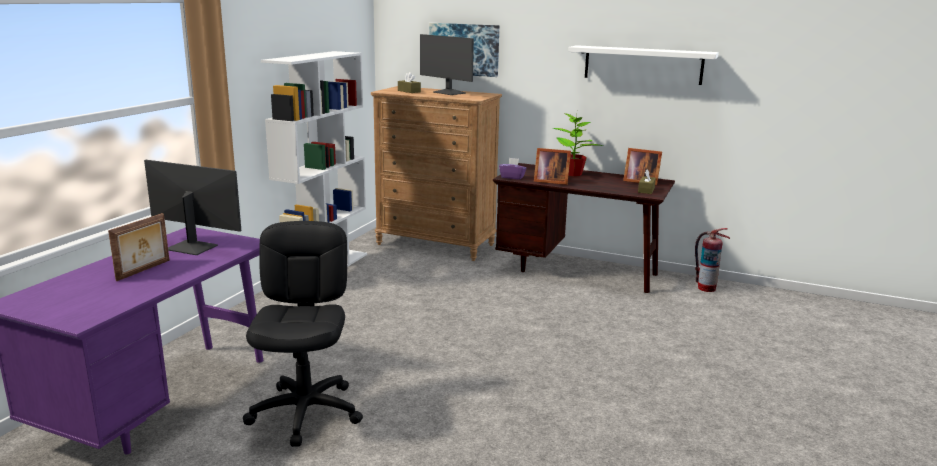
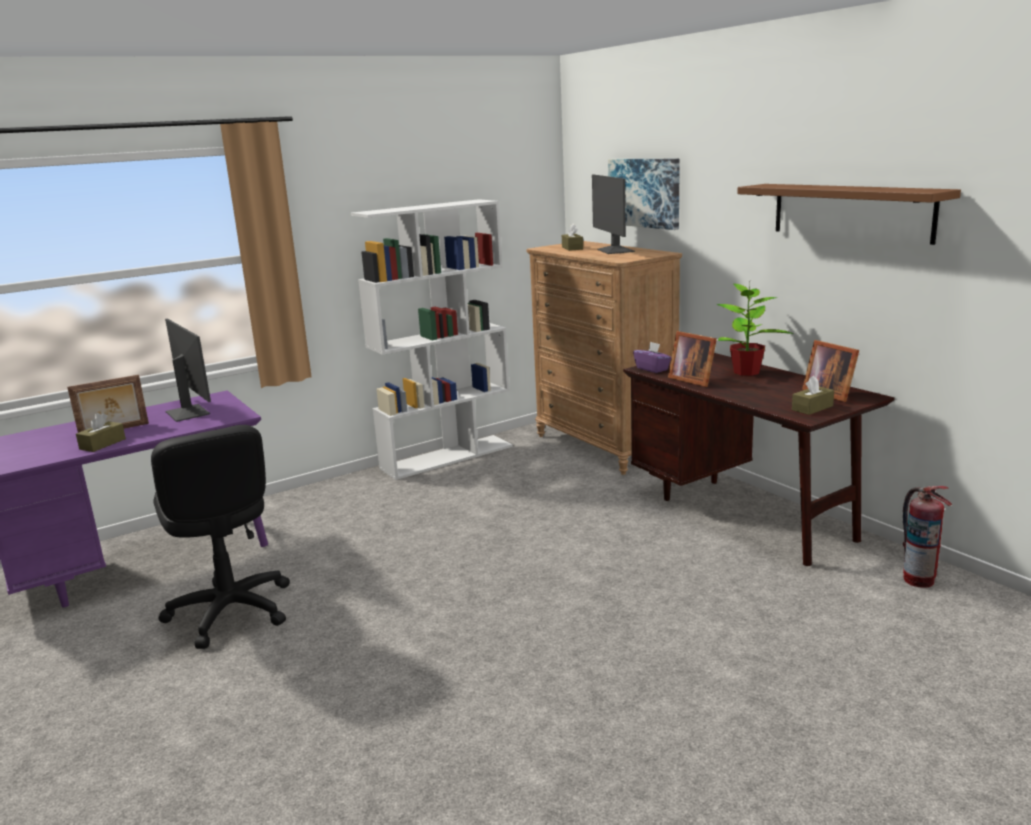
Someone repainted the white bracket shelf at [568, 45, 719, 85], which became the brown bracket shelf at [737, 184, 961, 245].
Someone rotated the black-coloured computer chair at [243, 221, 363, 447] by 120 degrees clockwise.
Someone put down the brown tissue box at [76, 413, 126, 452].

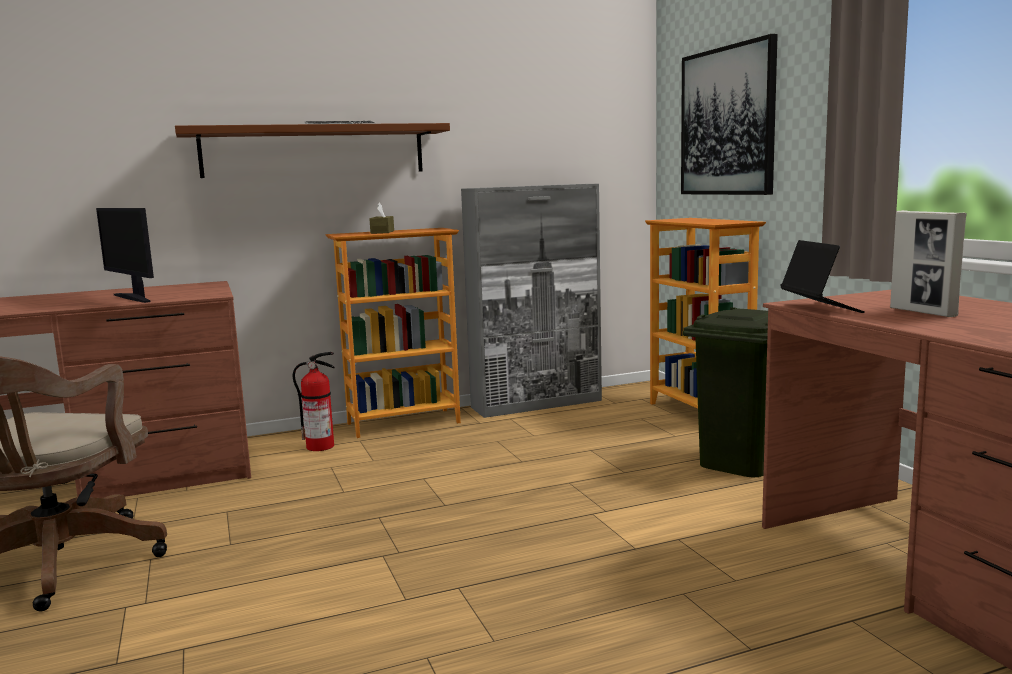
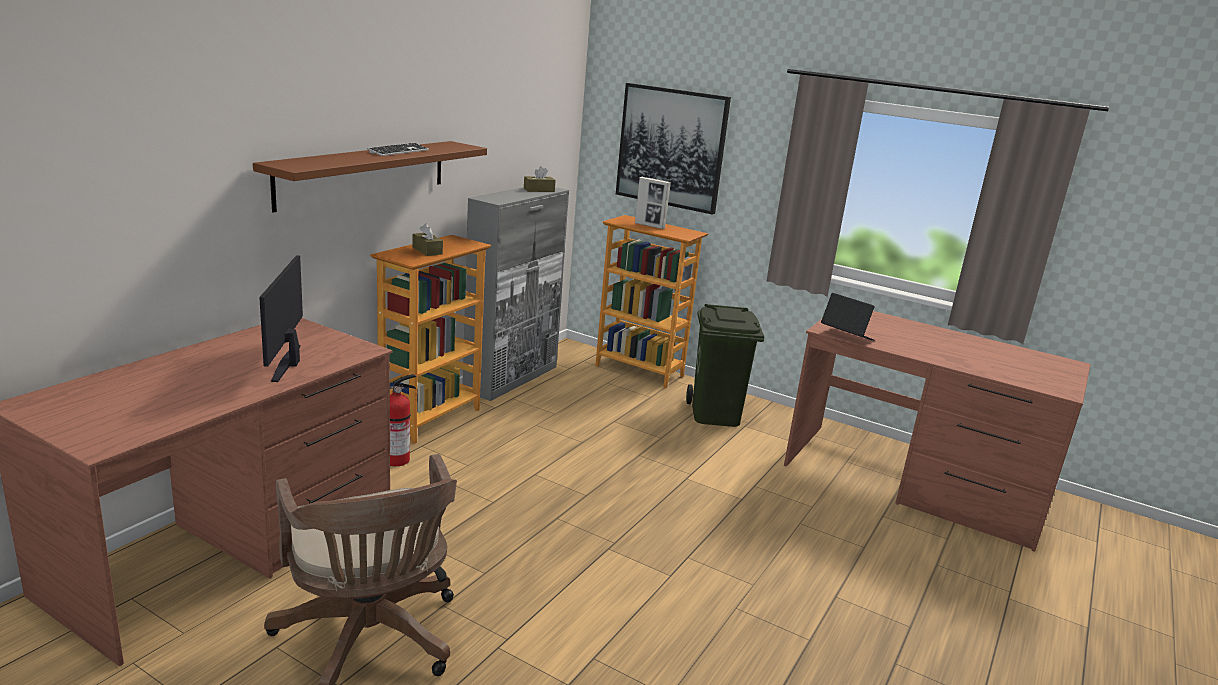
Someone rotated the monitor at [96, 208, 154, 303] by 75 degrees clockwise.
Someone carried the standing frame from [890, 210, 967, 317] to [635, 177, 671, 229].
Someone put down the brown tissue box at [524, 166, 555, 192].

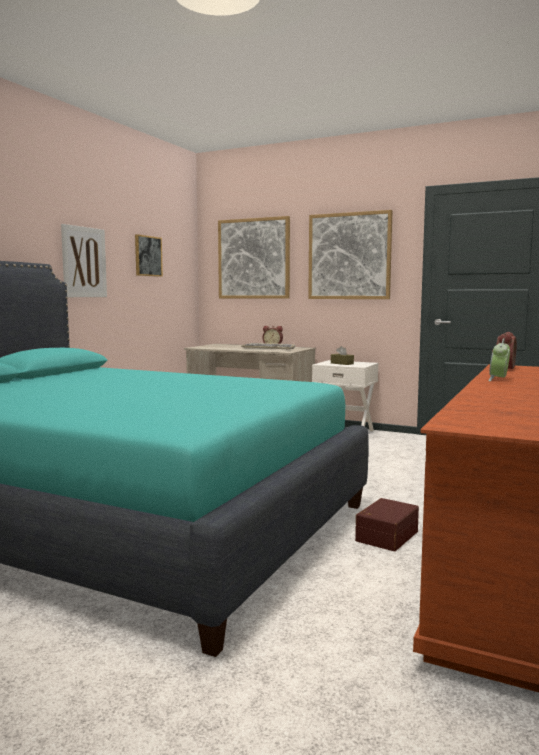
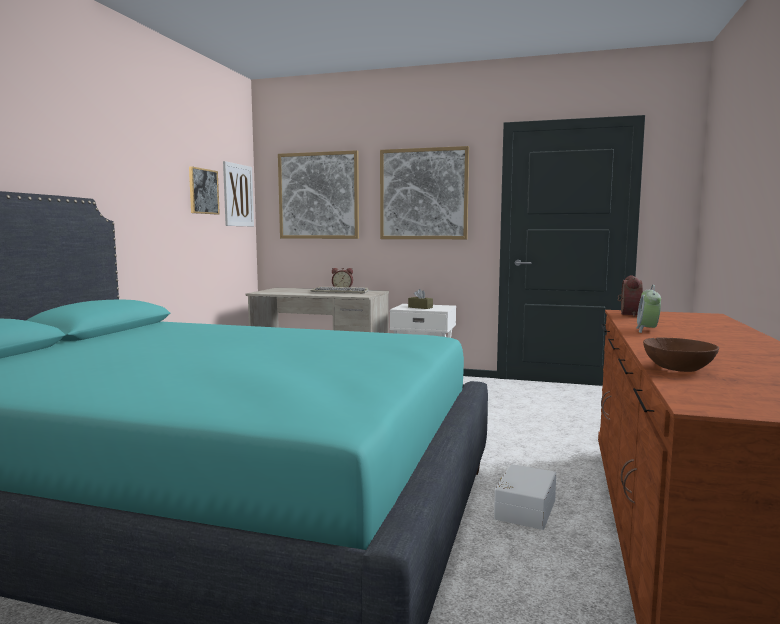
Someone carried the picture from [61, 224, 107, 297] to [223, 161, 254, 226].
Someone repainted the brown storage box at [355, 498, 419, 551], which became the white storage box at [494, 464, 556, 530].
Someone put down the brown bowl at [643, 338, 719, 372].

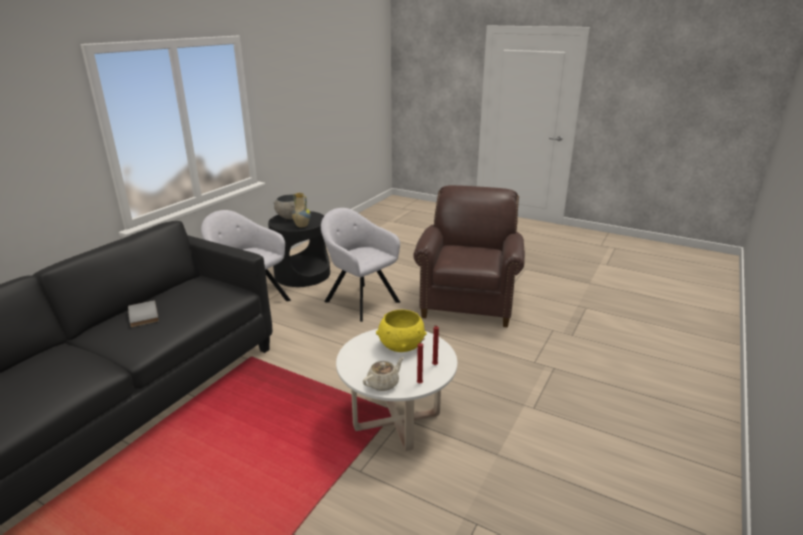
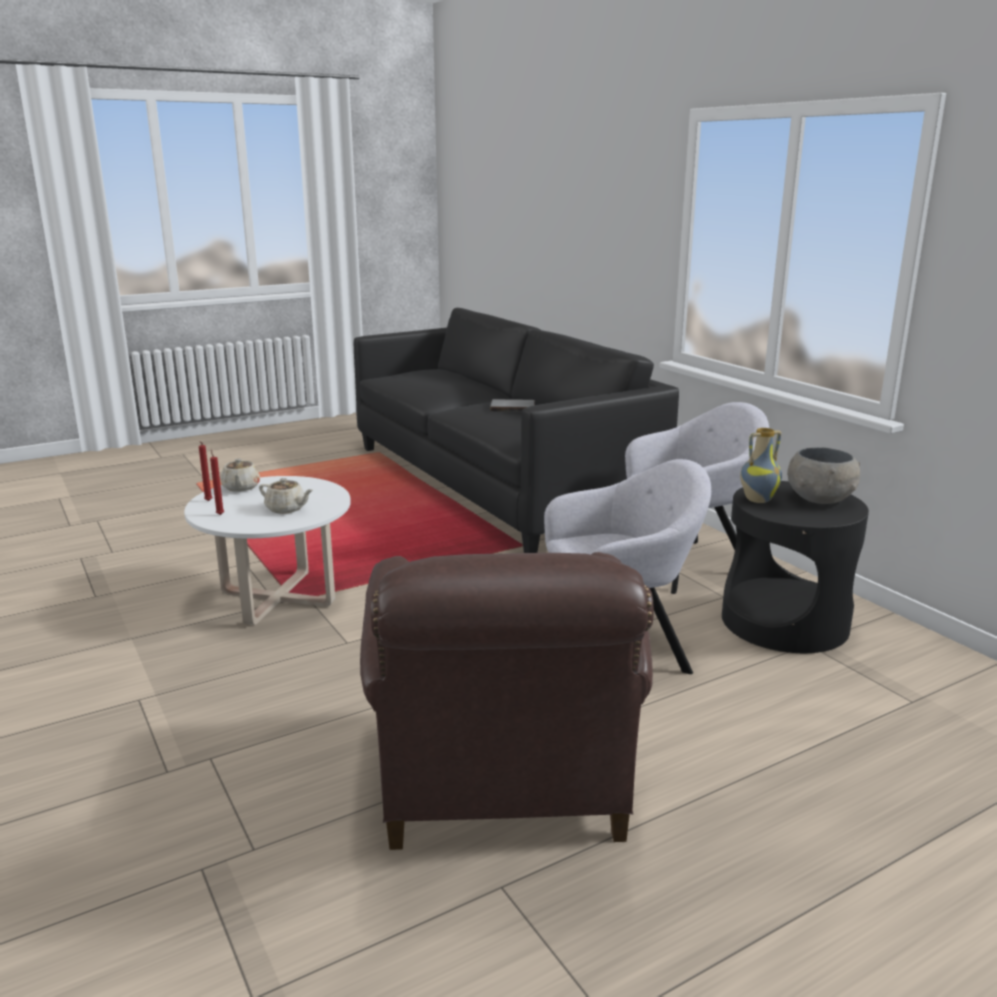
Someone rotated the brown lounge chair at [413, 185, 525, 328] by 45 degrees clockwise.
Someone swapped the yellow bowl at [376, 310, 427, 352] for the beige teapot at [259, 478, 313, 514].

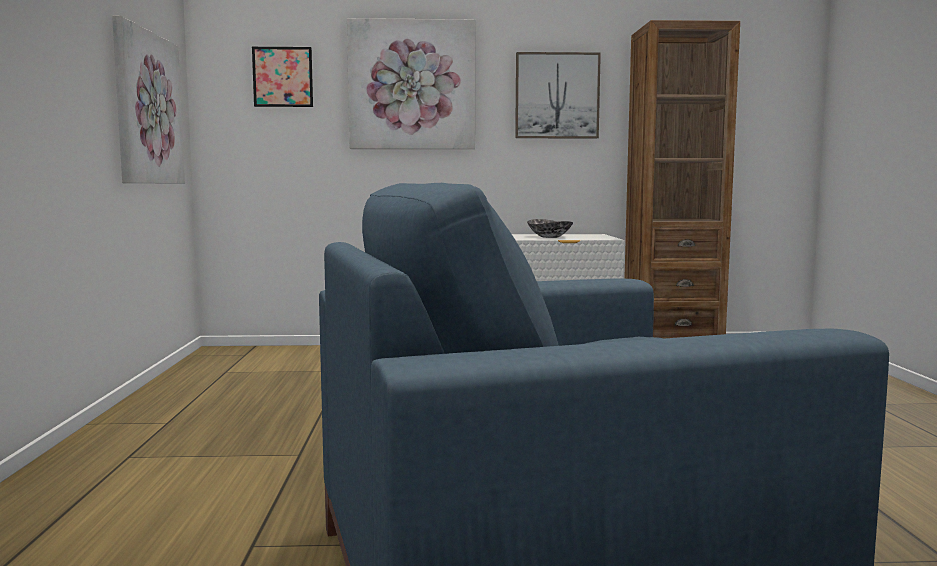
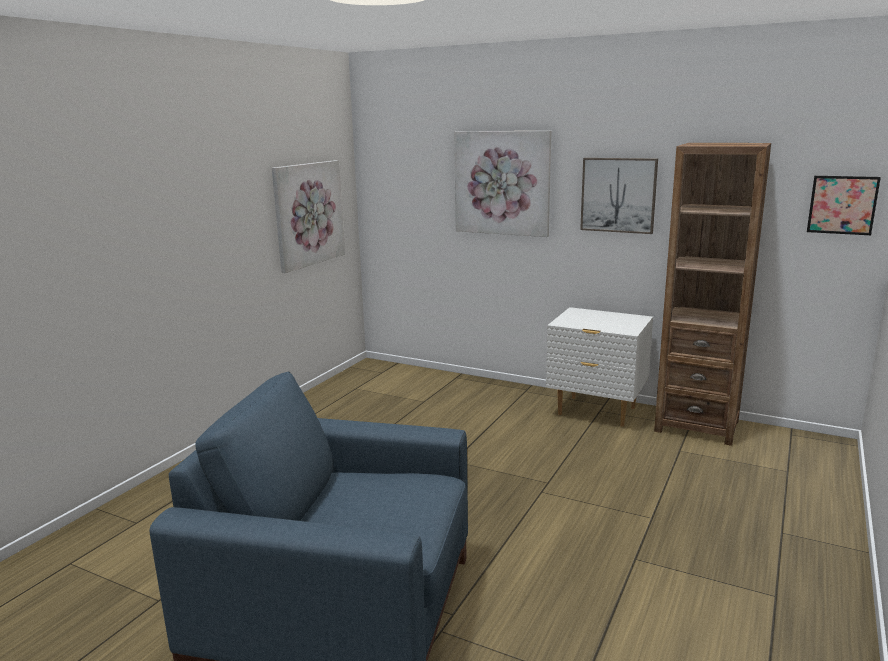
Someone carried the picture from [252, 47, 313, 107] to [807, 176, 881, 235].
Someone took away the bowl at [527, 219, 573, 238].

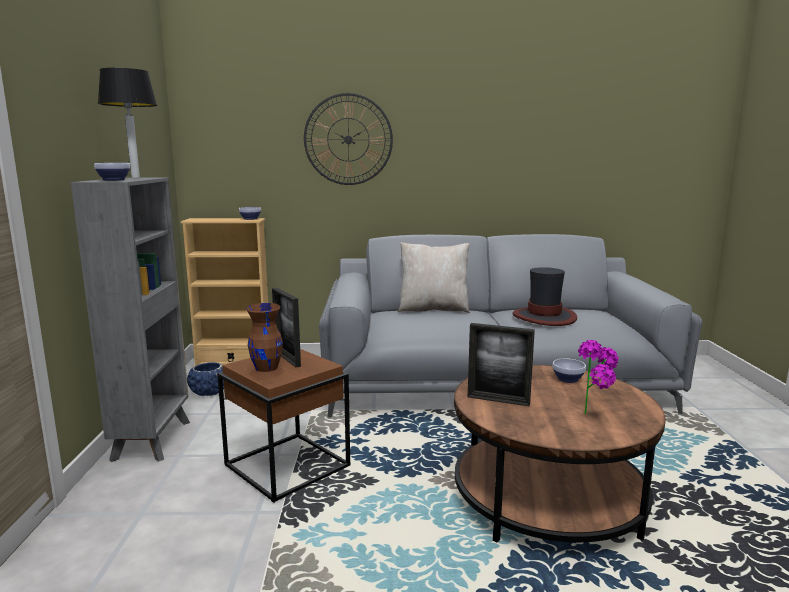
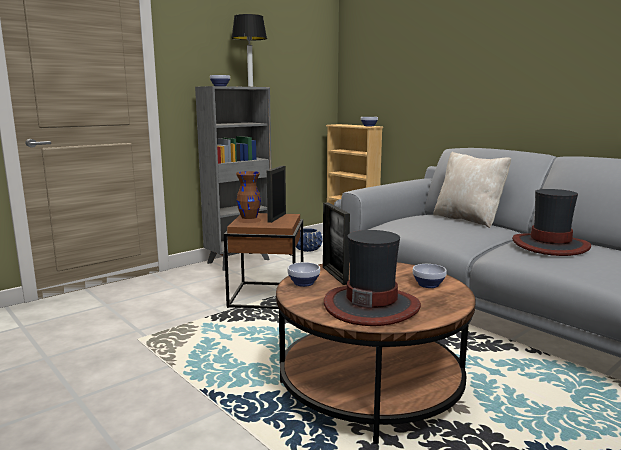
Someone took away the clock on the wall at [304, 93, 393, 185].
Someone swapped the potted plant at [578, 340, 619, 414] for the clothing hat at [324, 230, 421, 326].
Someone put down the bowl at [287, 262, 320, 287].

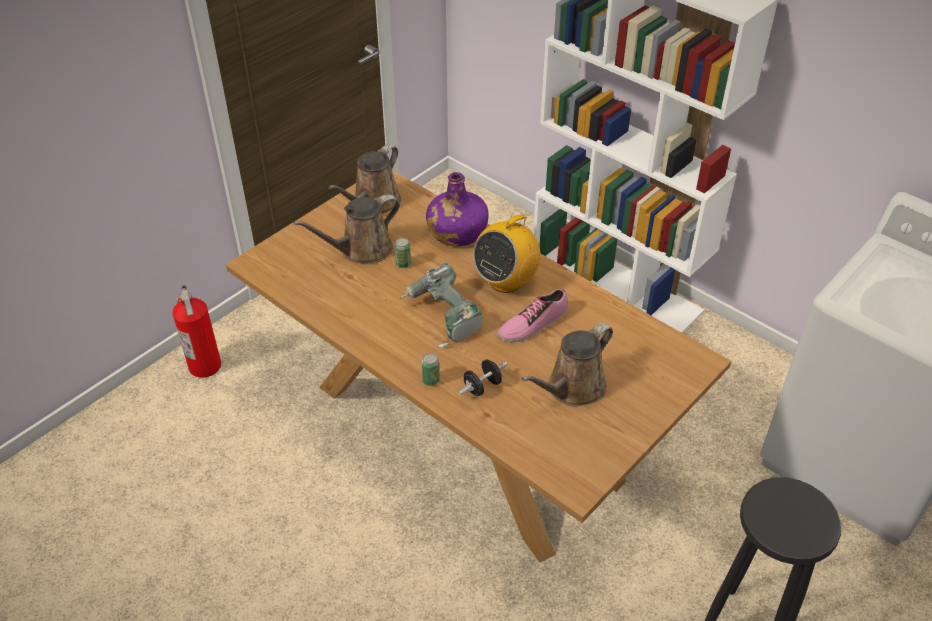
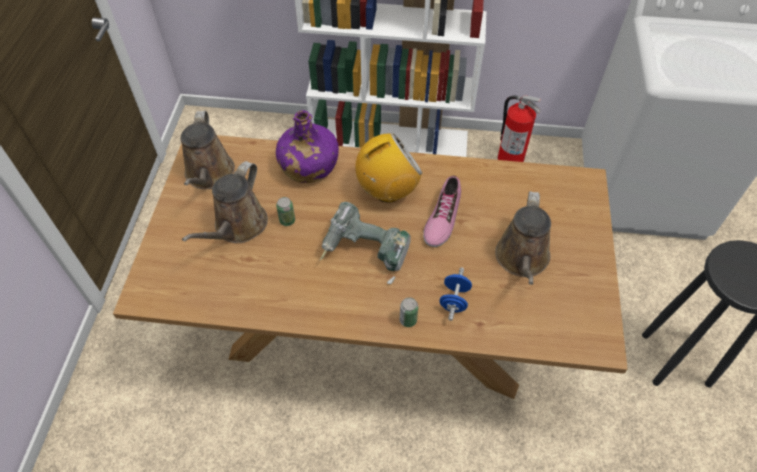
Someone rotated the radio at [473, 209, 541, 293] by 120 degrees counterclockwise.
Someone carried the fire extinguisher from [172, 286, 221, 378] to [498, 95, 541, 162].
Someone repainted the black-coloured dumbbell at [458, 359, 507, 396], which became the blue dumbbell at [440, 267, 472, 321].

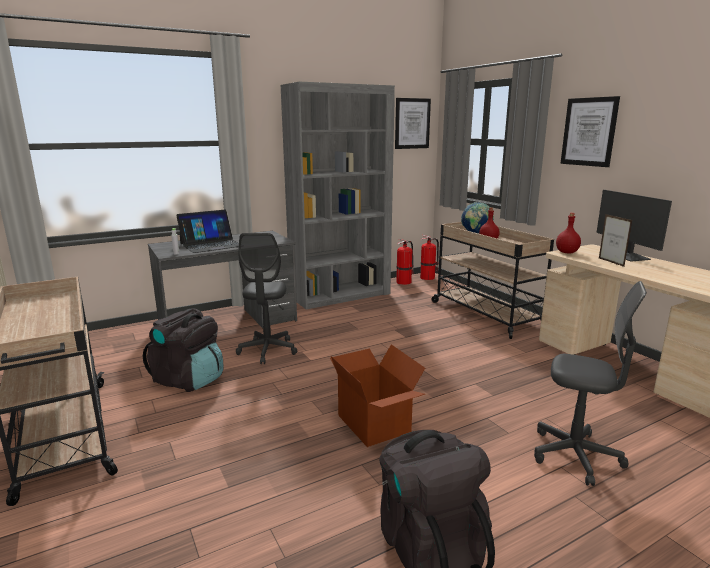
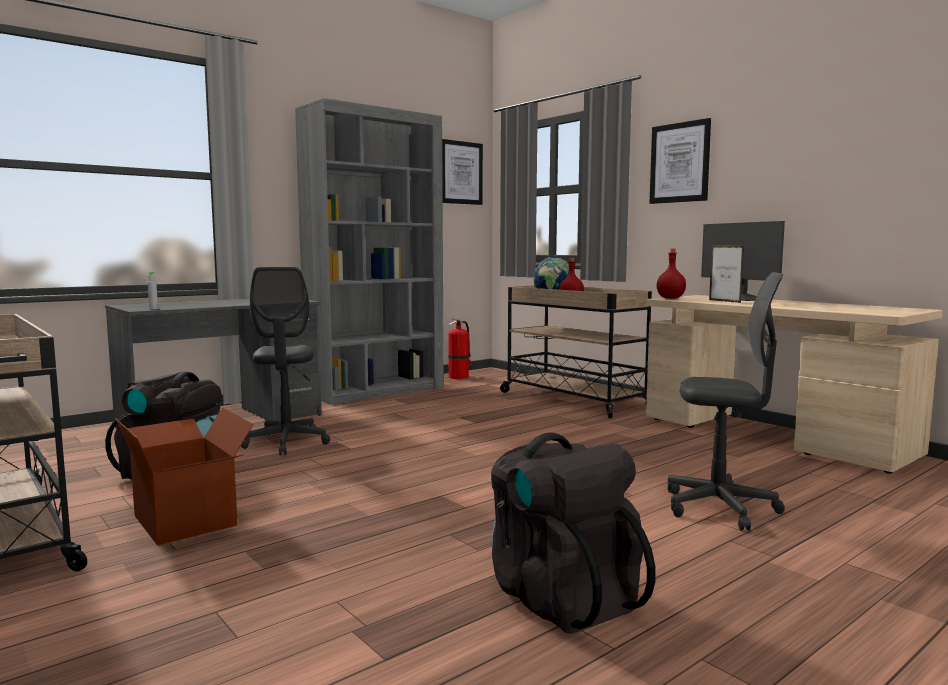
Someone took away the portable computer at [176, 210, 239, 253].
Someone took away the fire extinguisher at [420, 235, 439, 280].
Someone carried the carton from [330, 344, 425, 447] to [115, 407, 253, 546].

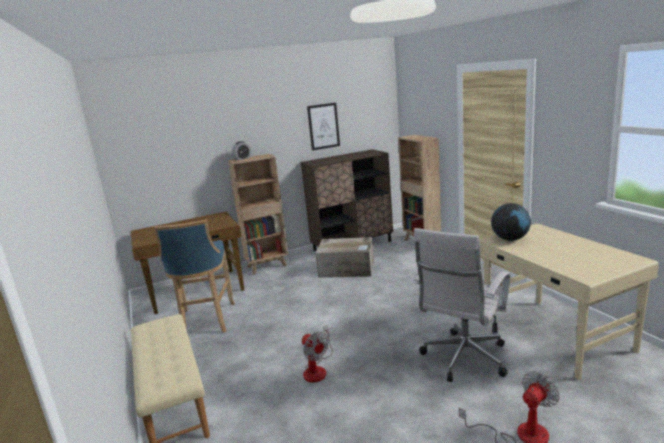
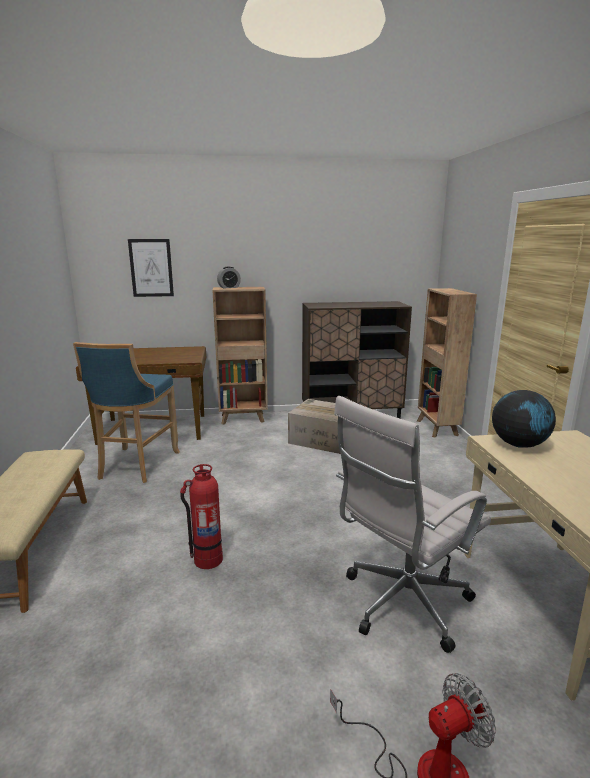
Someone carried the picture from [307, 103, 340, 151] to [128, 239, 174, 297].
Someone swapped the electric fan at [302, 325, 333, 382] for the fire extinguisher at [180, 464, 223, 569].

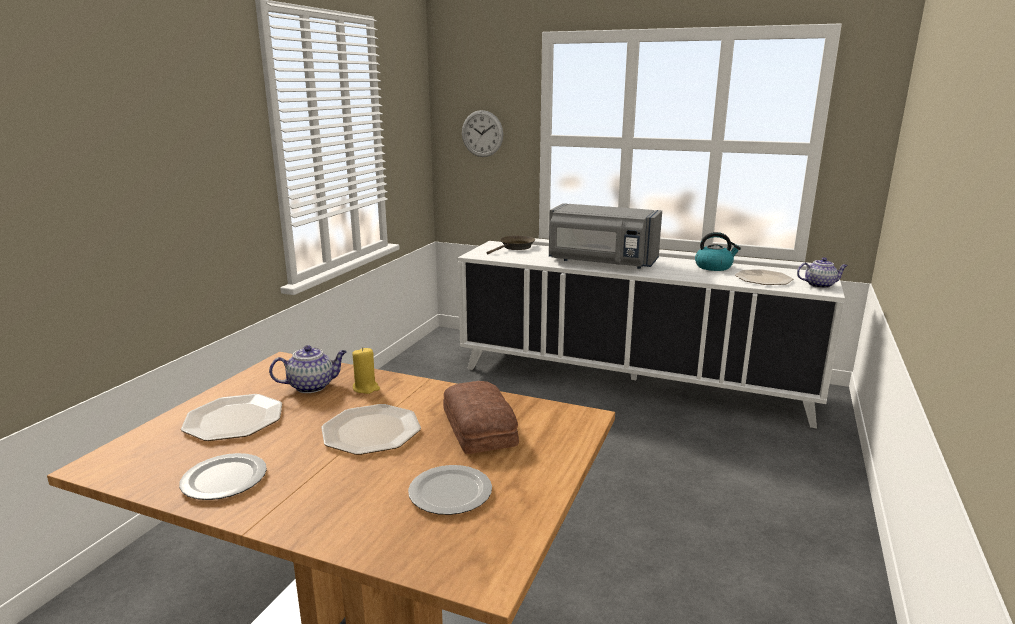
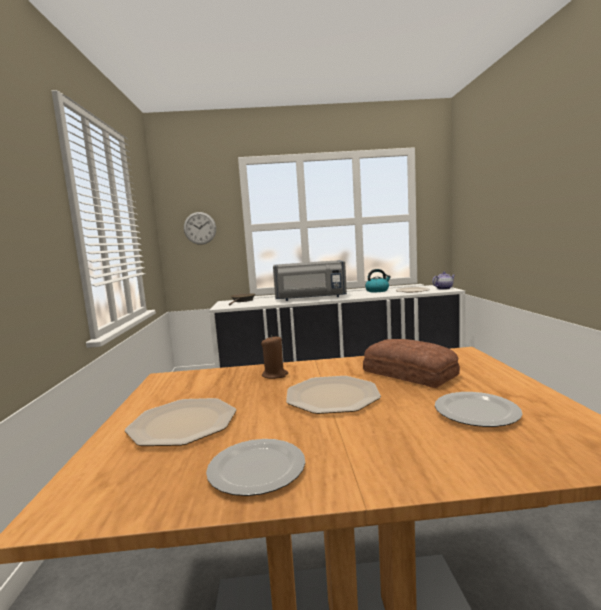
Someone took away the teapot at [269, 345, 347, 393].
Someone repainted the yellow candle at [352, 347, 380, 394], which became the brown candle at [261, 335, 288, 379].

